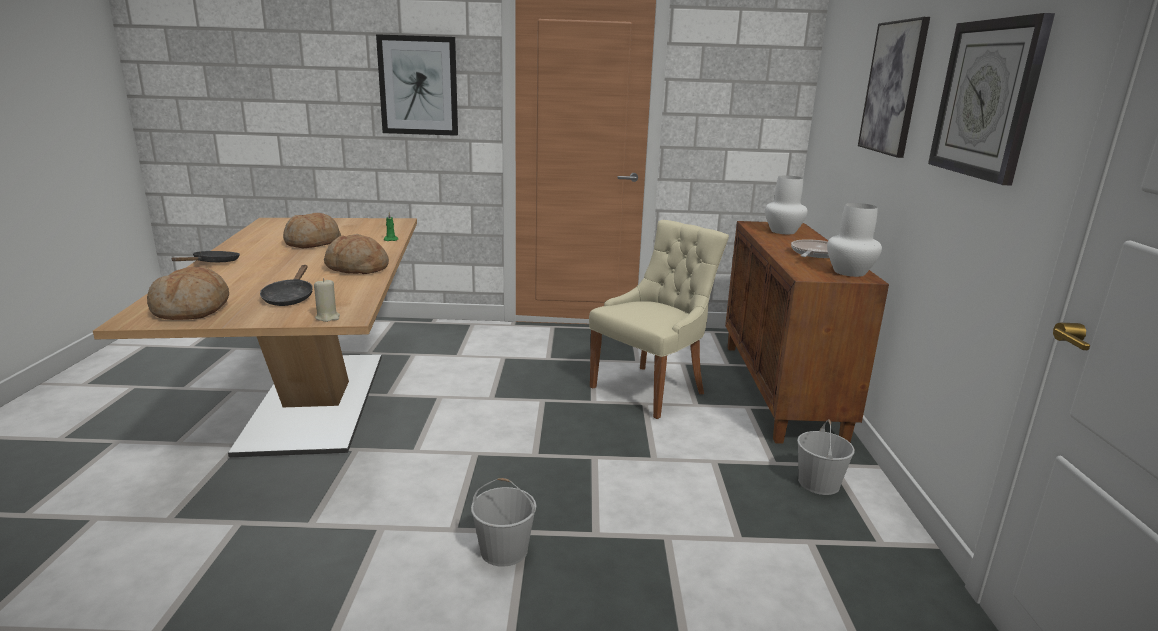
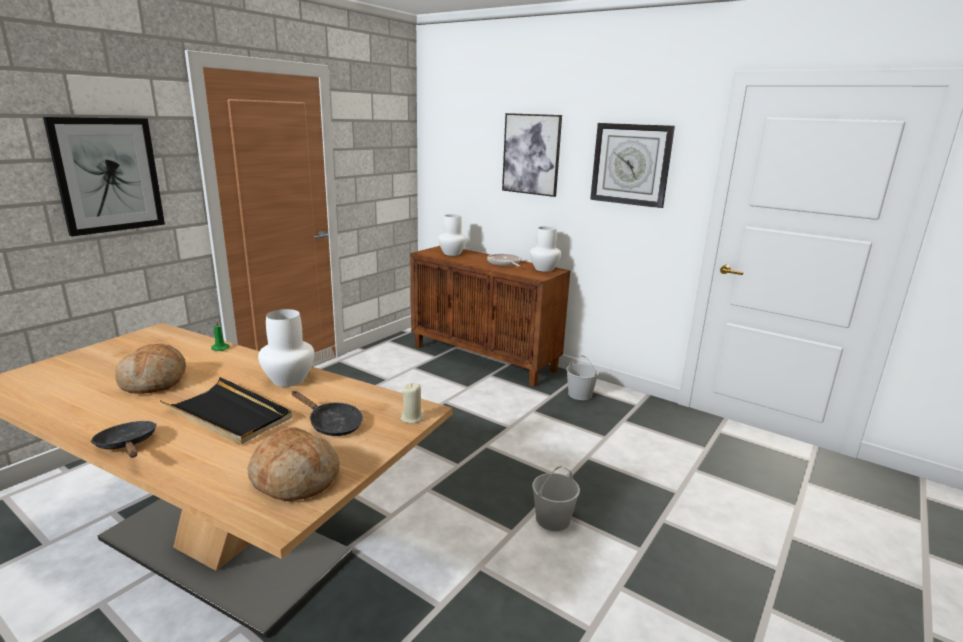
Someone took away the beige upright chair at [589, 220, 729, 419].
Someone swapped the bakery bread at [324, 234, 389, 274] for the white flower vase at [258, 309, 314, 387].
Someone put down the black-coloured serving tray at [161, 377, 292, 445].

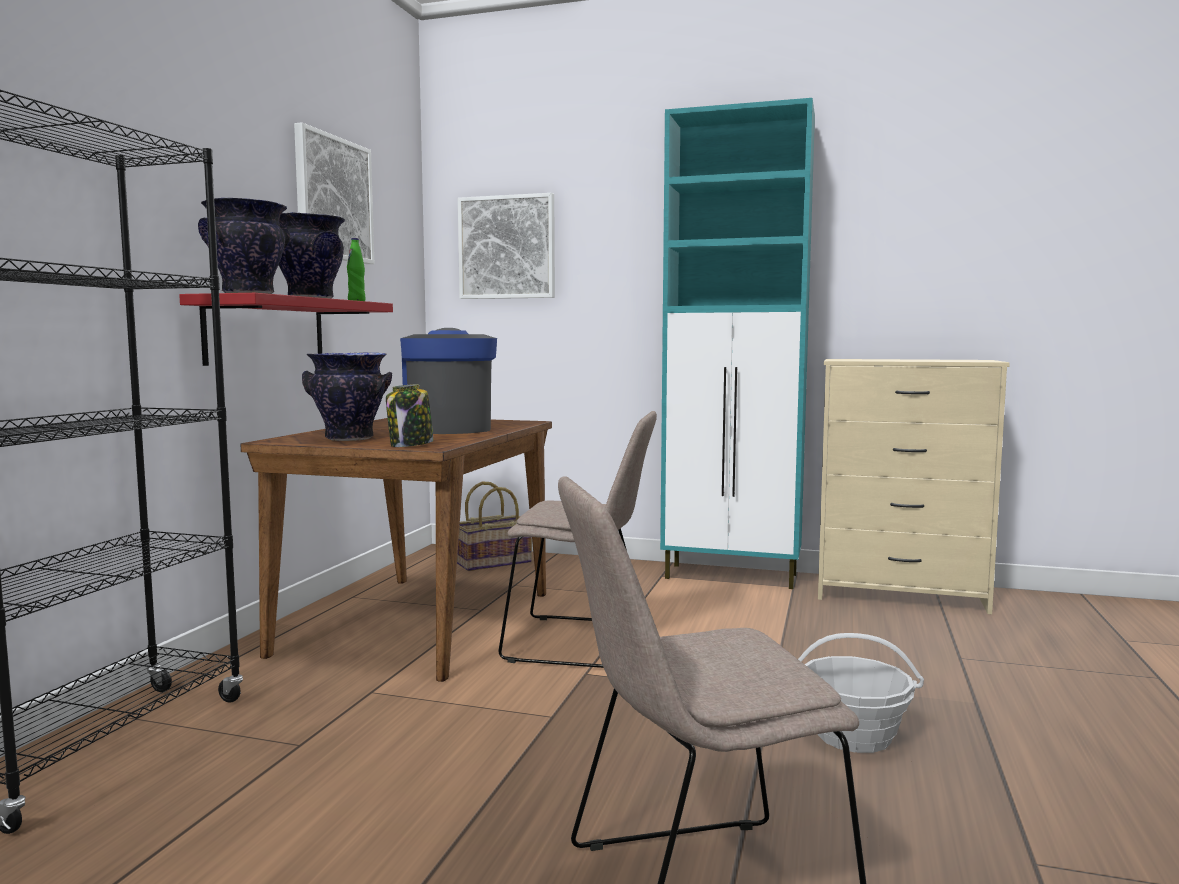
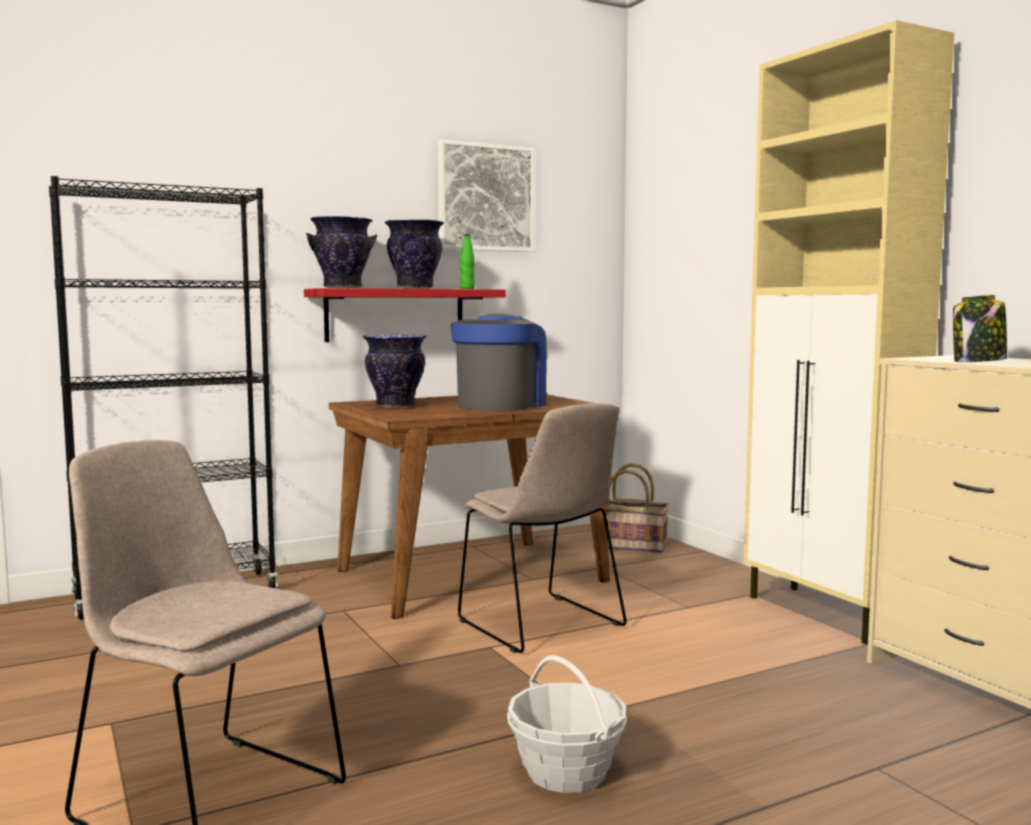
Someone repainted the blue-green cupboard at [660, 98, 815, 589], which became the beige cupboard at [744, 20, 954, 645].
Someone took away the picture at [458, 193, 555, 299].
Someone carried the storage jar from [386, 384, 434, 447] to [953, 295, 1007, 362].

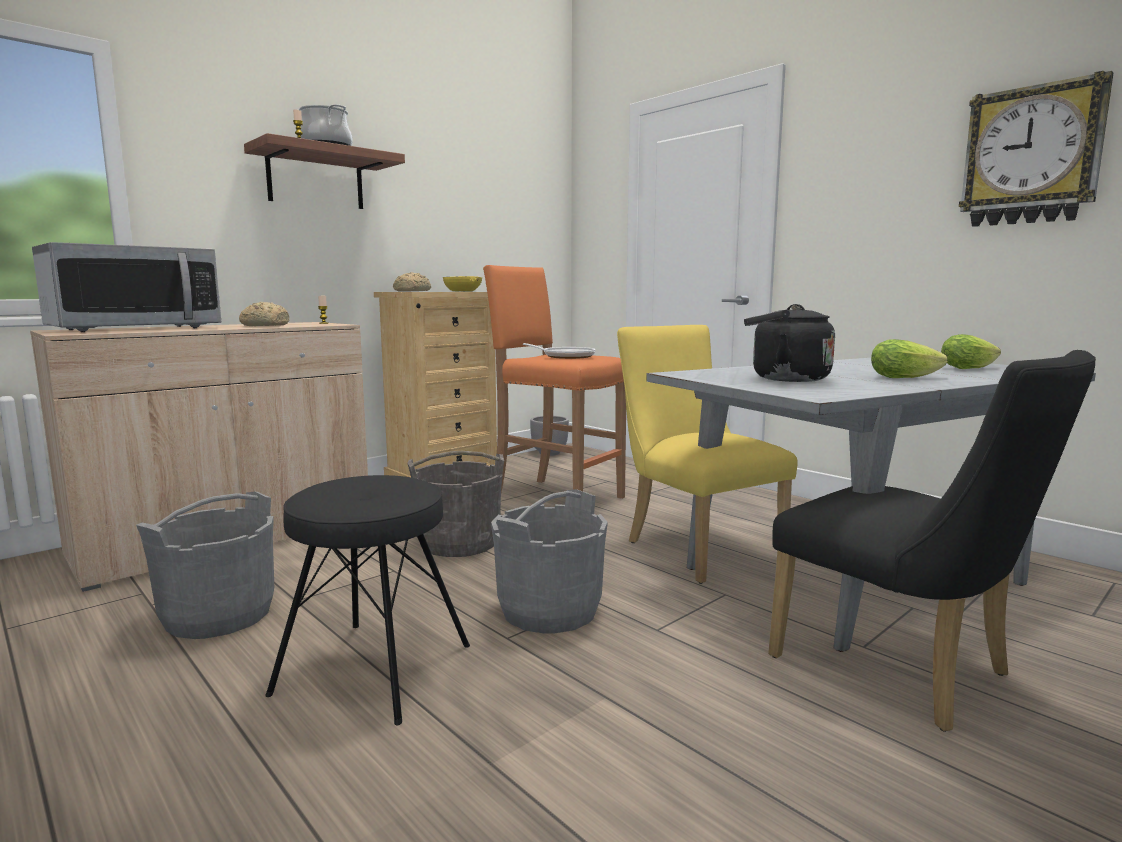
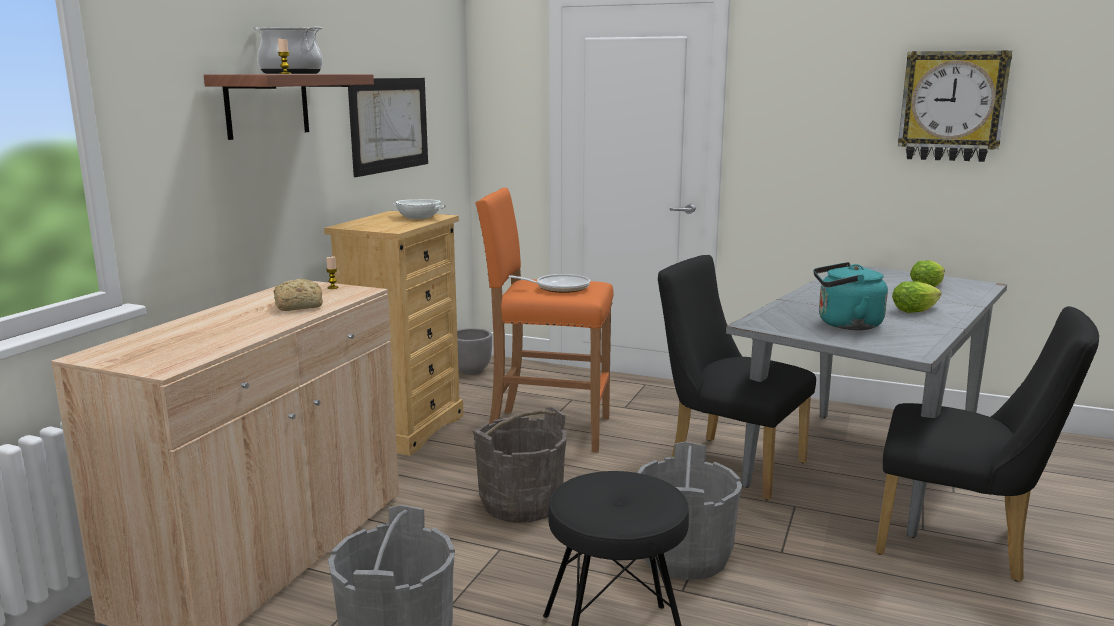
Someone took away the microwave at [32, 242, 221, 332].
Someone took away the bakery bread at [393, 272, 431, 292].
Someone repainted the yellow bowl at [443, 276, 482, 292], which became the white bowl at [393, 199, 446, 219].
Someone repainted the black-coloured tea kettle at [744, 304, 835, 382], which became the blue-green tea kettle at [813, 262, 888, 330].
Someone repainted the yellow upright chair at [617, 325, 798, 584], which became the black-coloured upright chair at [658, 255, 816, 500].
Someone put up the picture at [348, 78, 428, 177].

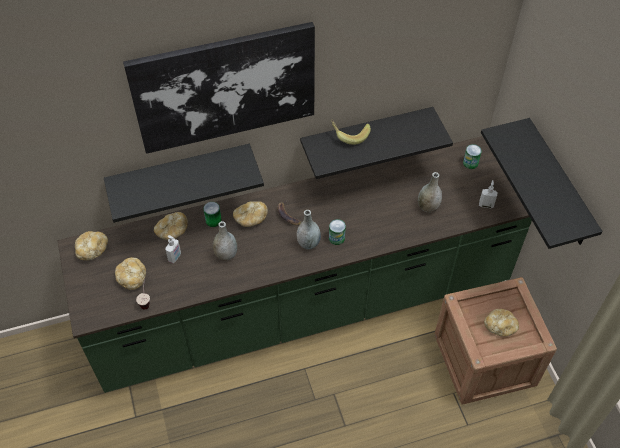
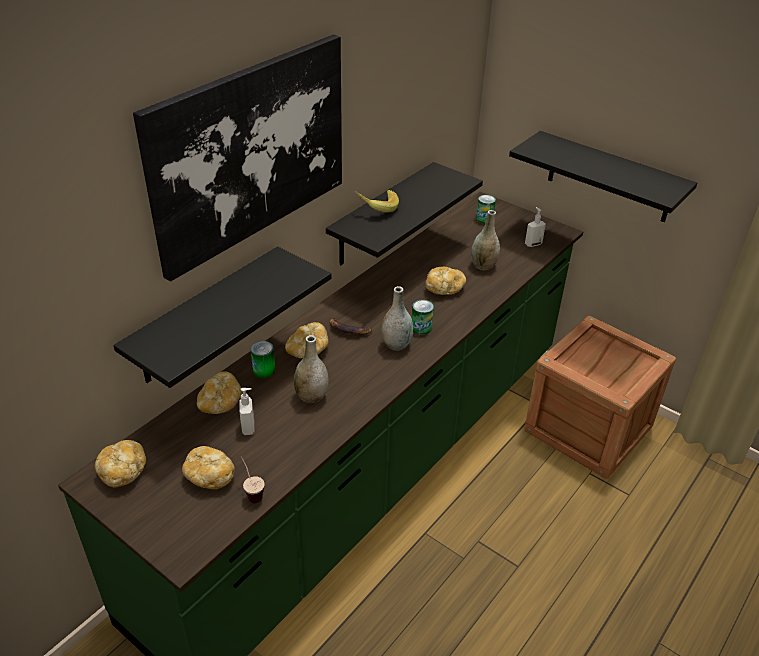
Someone carried the bakery bread from [484, 309, 519, 336] to [425, 267, 466, 295].

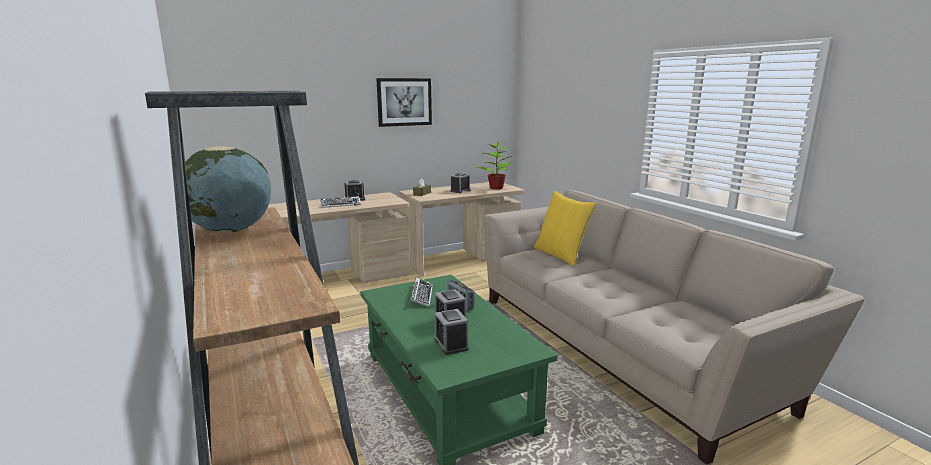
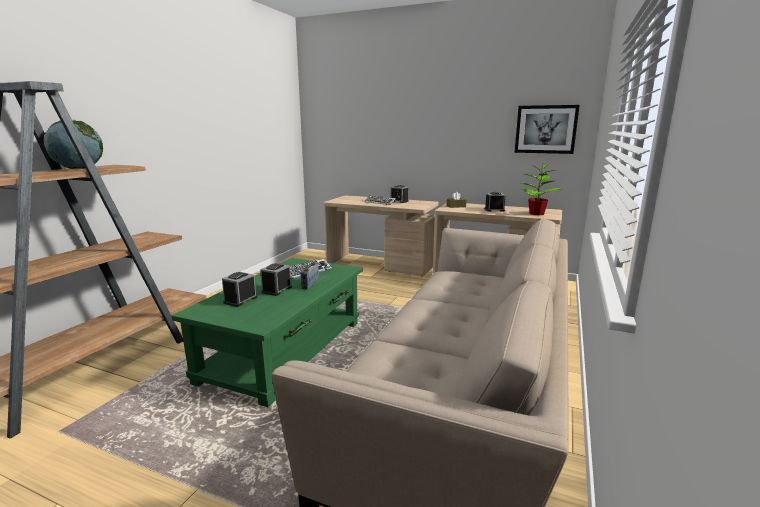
Someone carried the picture from [376, 78, 432, 127] to [514, 105, 580, 154].
Someone took away the yellow throw pillow at [534, 191, 596, 267].

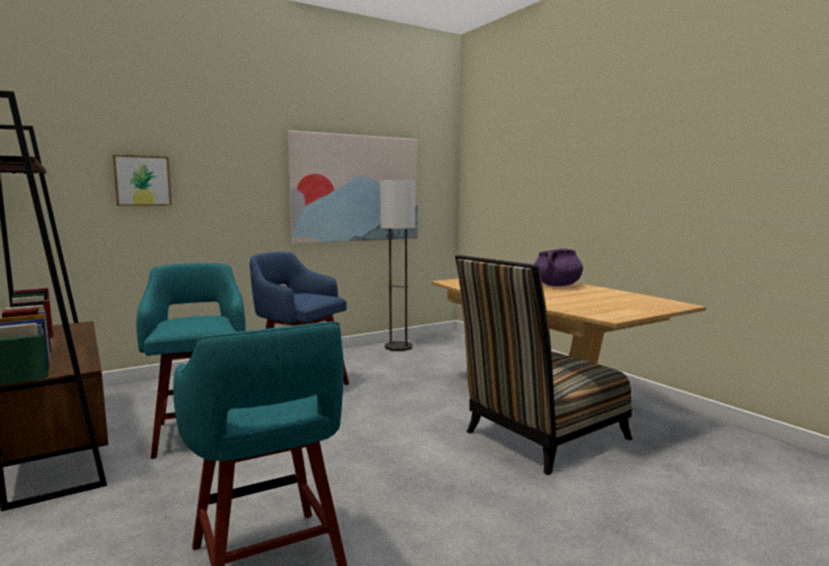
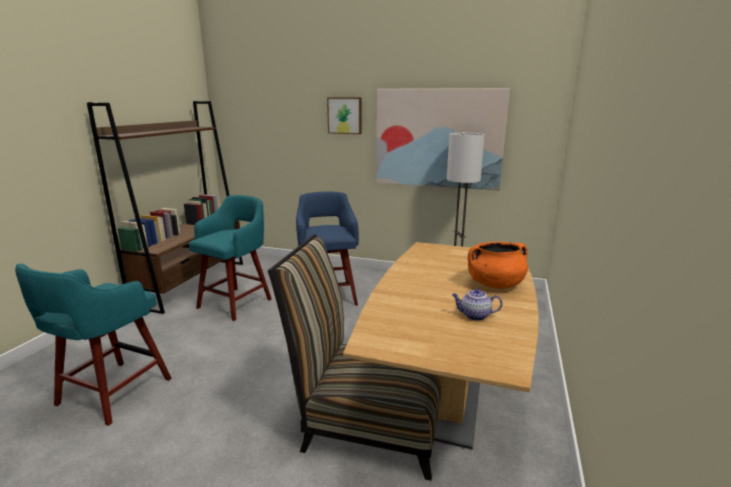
Someone carried the picture from [113, 155, 172, 206] to [327, 98, 362, 134].
Someone repainted the purple saucepot at [534, 248, 583, 286], which became the orange saucepot at [468, 242, 528, 289].
Someone put down the teapot at [452, 289, 502, 321].

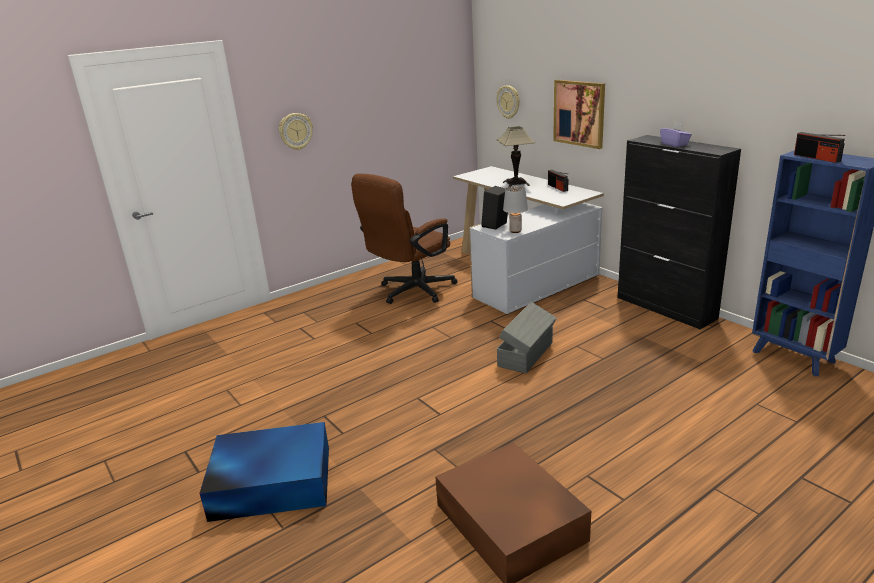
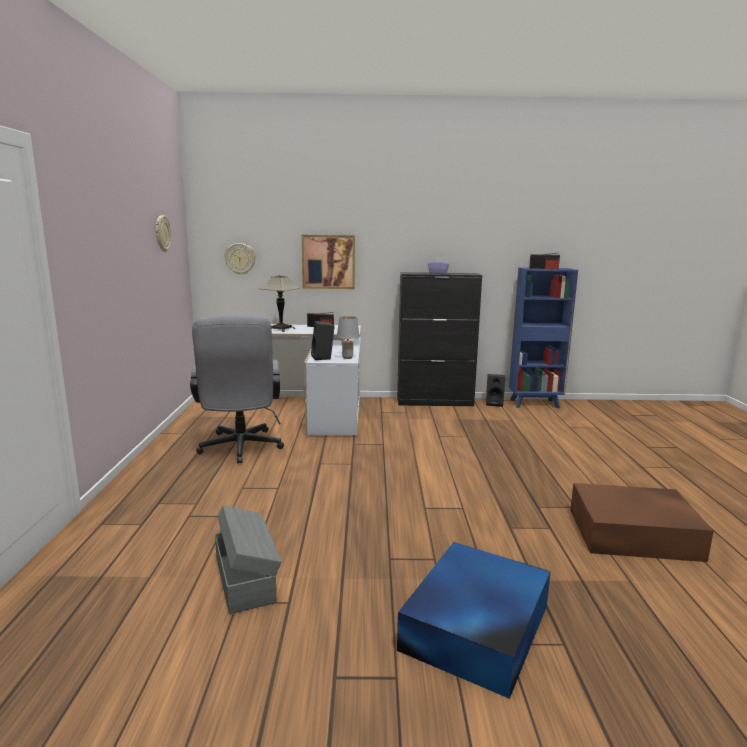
Someone carried the clock on the wall from [279, 113, 313, 150] to [156, 215, 171, 252].
Someone repainted the brown computer chair at [351, 173, 458, 304], which became the grey computer chair at [190, 315, 284, 464].
Someone carried the grey storage box from [497, 302, 557, 373] to [215, 505, 282, 614].
Someone put down the black-coloured speaker at [486, 374, 505, 407].

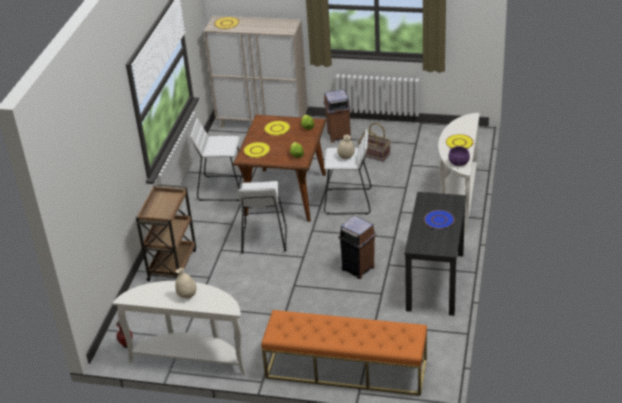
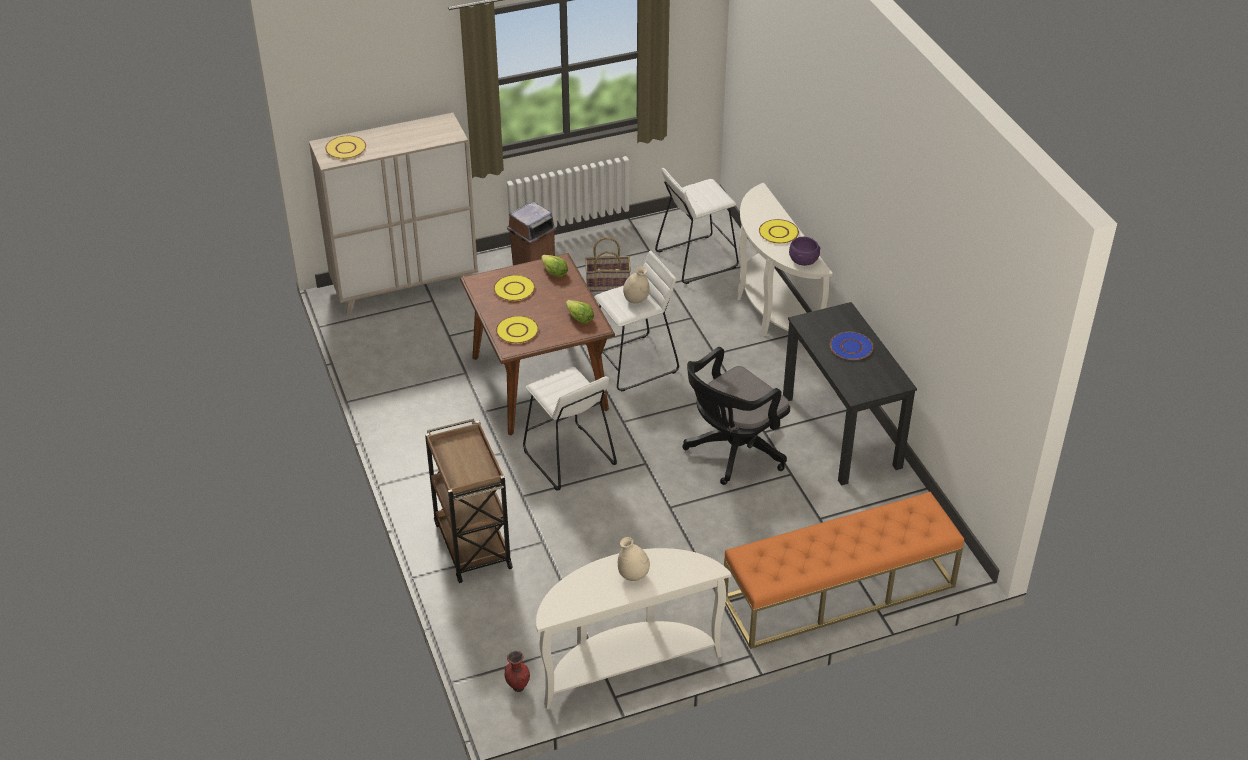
Someone carried the white stool from [191, 118, 244, 201] to [655, 168, 739, 284].
Someone swapped the brown trash can at [338, 216, 376, 279] for the black-coloured computer chair at [682, 347, 790, 485].

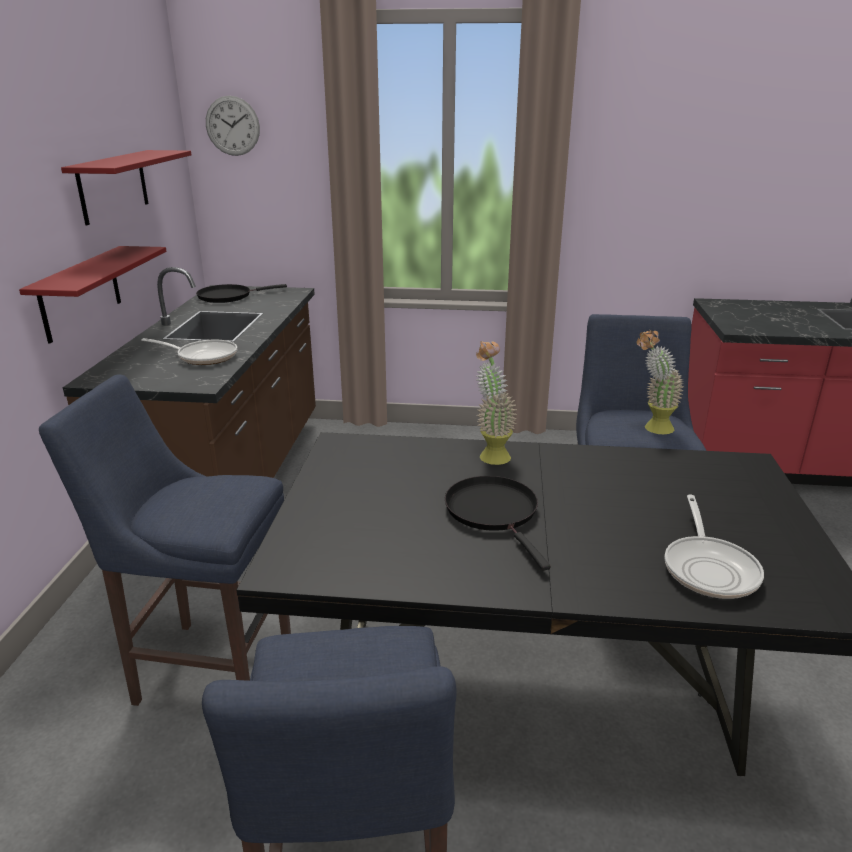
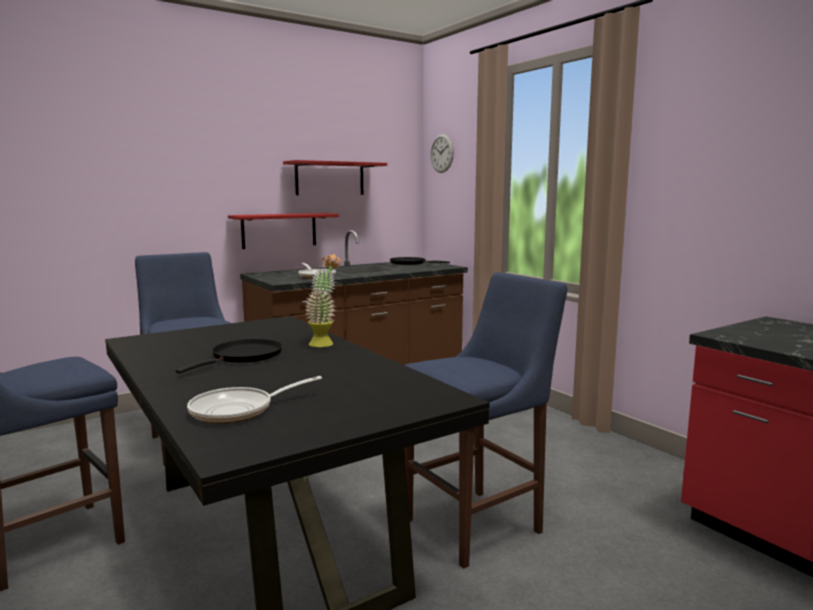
Someone took away the potted plant at [636, 329, 684, 434].

